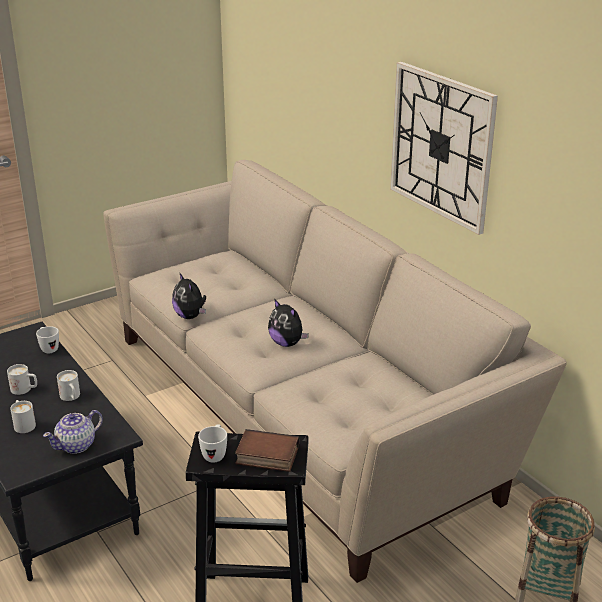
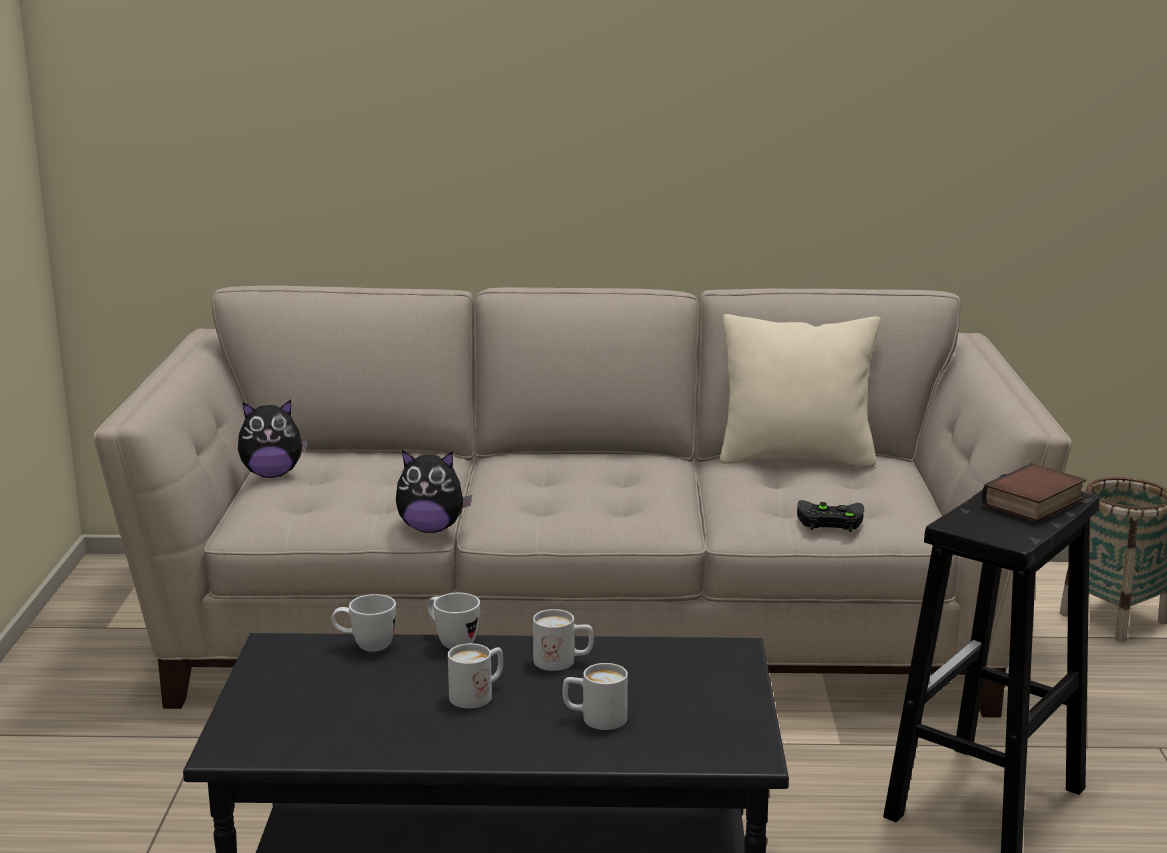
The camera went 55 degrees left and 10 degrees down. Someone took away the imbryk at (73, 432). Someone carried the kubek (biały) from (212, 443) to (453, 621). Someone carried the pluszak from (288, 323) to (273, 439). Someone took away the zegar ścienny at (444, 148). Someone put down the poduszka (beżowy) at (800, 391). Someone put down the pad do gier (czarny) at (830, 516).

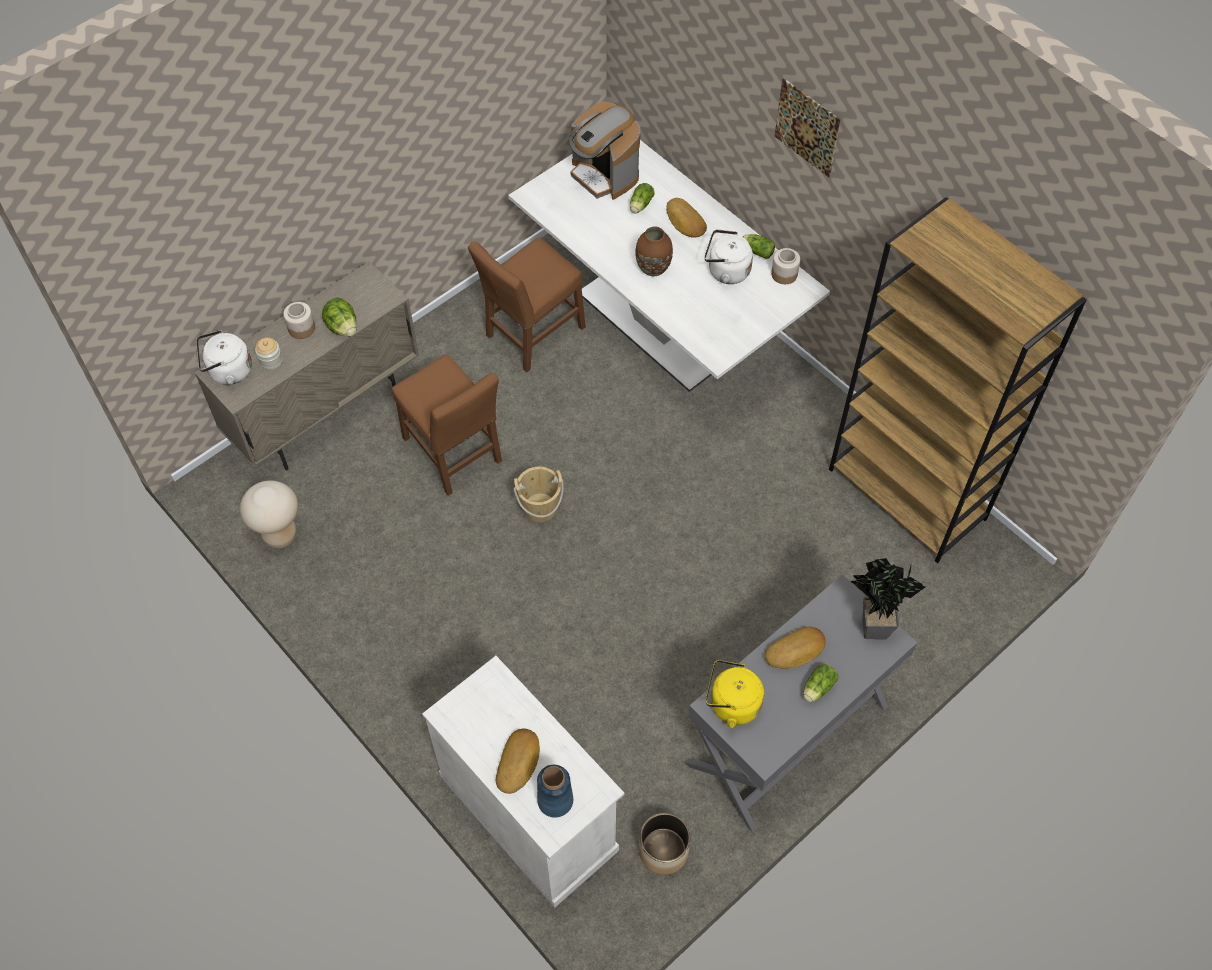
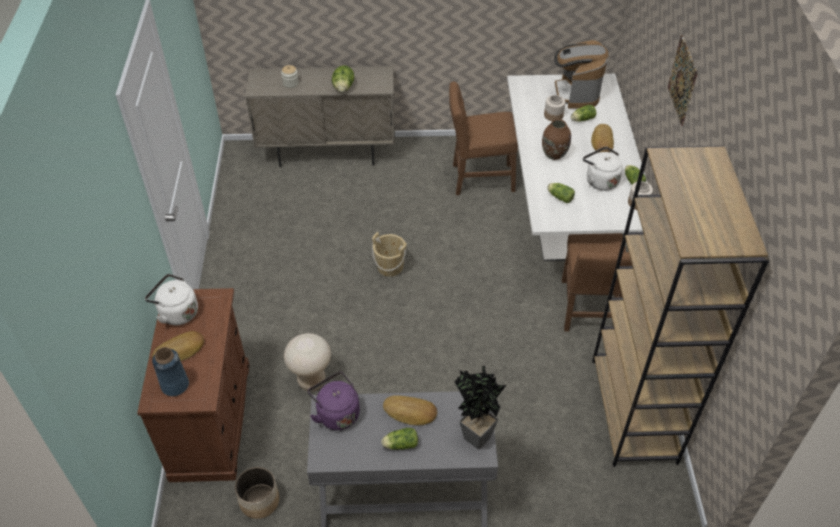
The camera went 40 degrees right and 10 degrees down. Someone carried the czajnik (biały) from (224, 357) to (171, 299). Someone carried the stołek (beżowy) from (269, 514) to (307, 362). Someone carried the słoik from (299, 320) to (554, 108). Someone carried the krzesło (brązowy) from (447, 425) to (597, 282). Someone repainted the szafka (biały) at (523, 782), which became the szafka (brązowy) at (193, 385). Someone repainted the czajnik (żółty) at (735, 694), which became the czajnik (fioletowy) at (334, 401). Someone put down the sałata at (561, 193).

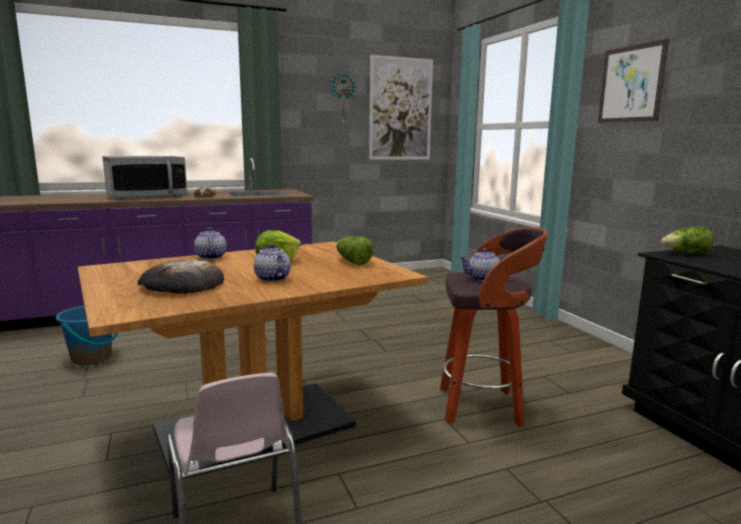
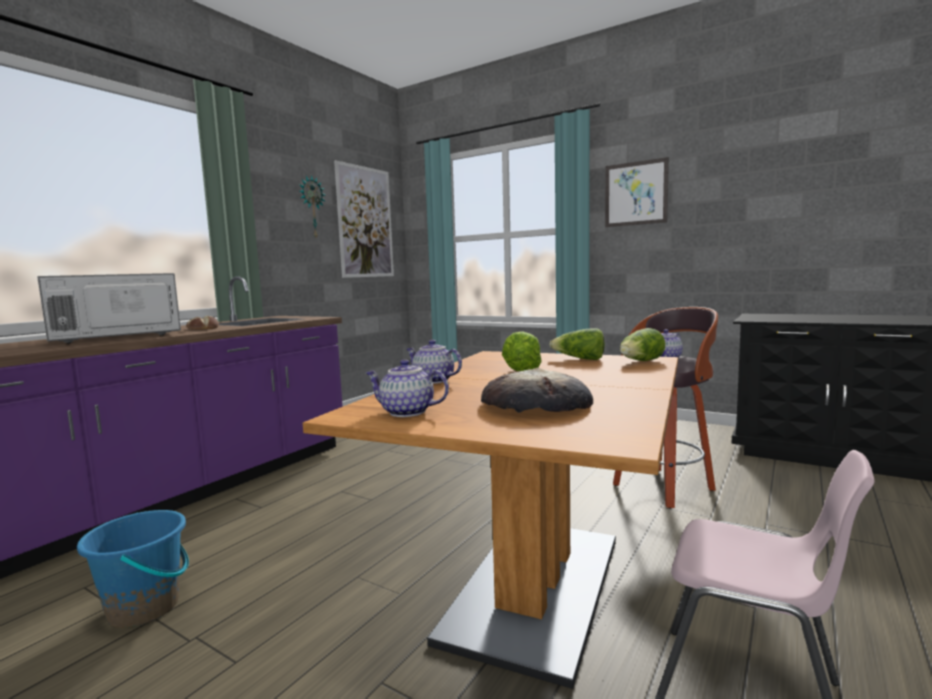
The camera went 35 degrees left and 5 degrees down. Someone rotated the mikrofalówka at (144, 178) by 150 degrees counterclockwise. Someone carried the imbryk from (272, 263) to (407, 388). Someone carried the sałata from (687, 240) to (642, 344).

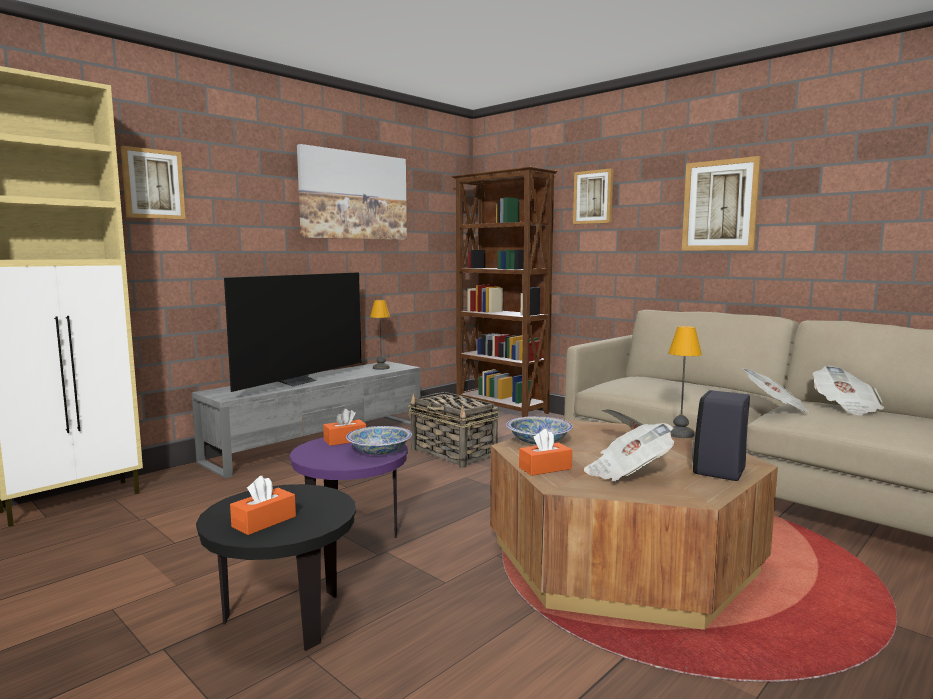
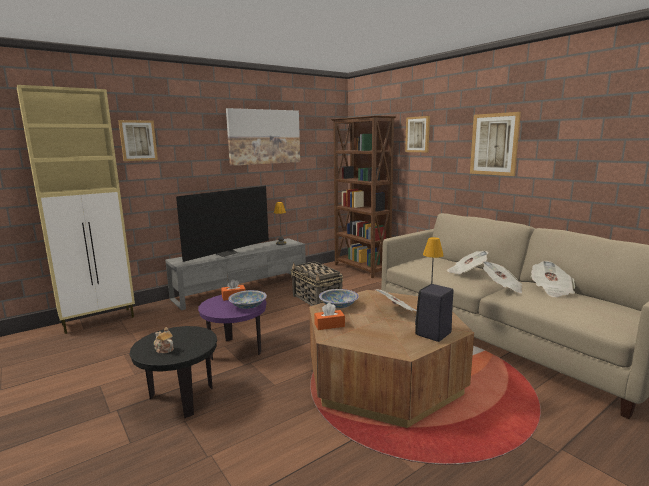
The camera went 10 degrees right and 5 degrees up. Someone swapped the pudełko chusteczek (pomarańczowy) at (263, 505) for the imbryk at (164, 340). Someone carried the gazeta from (629, 452) to (467, 263).

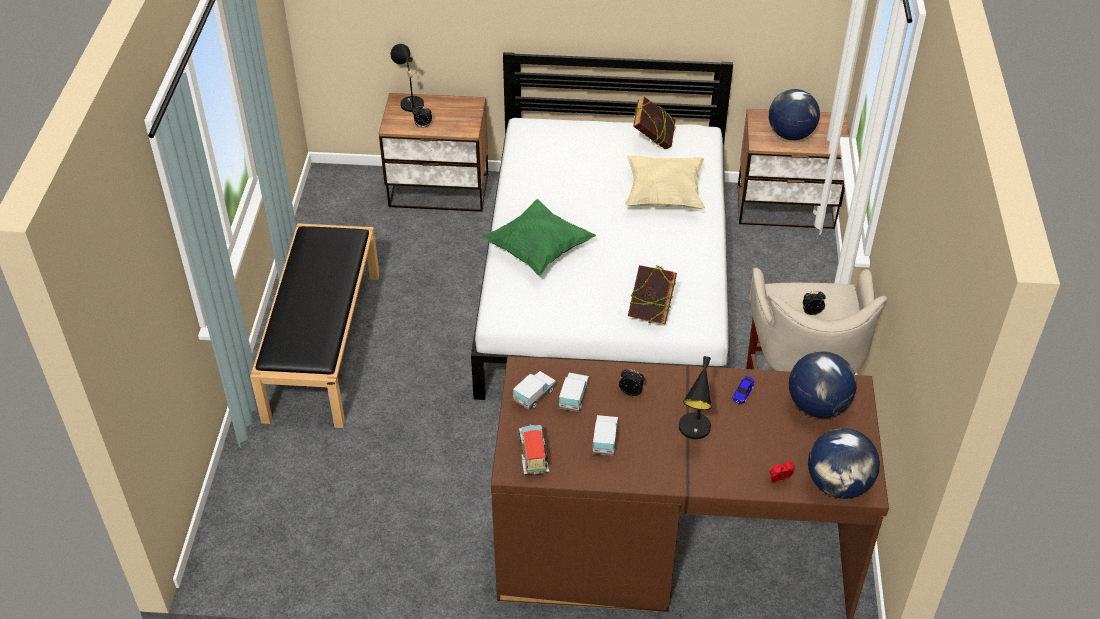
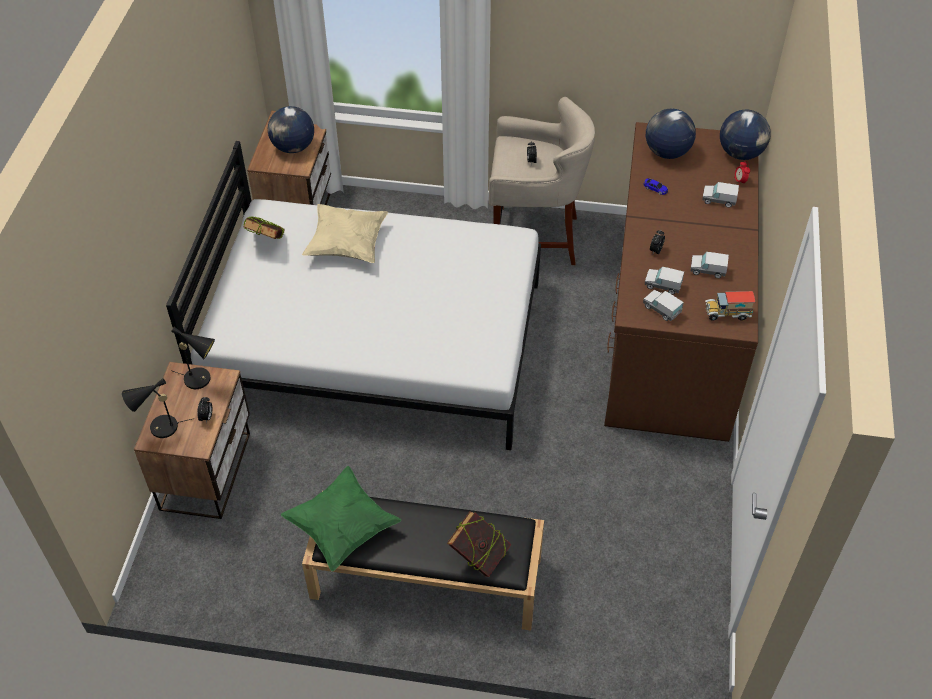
The camera went 85 degrees left and 5 degrees up. Someone carried the poduszka (zielony) from (539, 237) to (341, 519). Someone carried the książka from (652, 294) to (479, 544). Someone carried the lampa stołowa (czarny) from (695, 397) to (193, 358). Someone put down the ciężarówka zabawkowa at (721, 195).

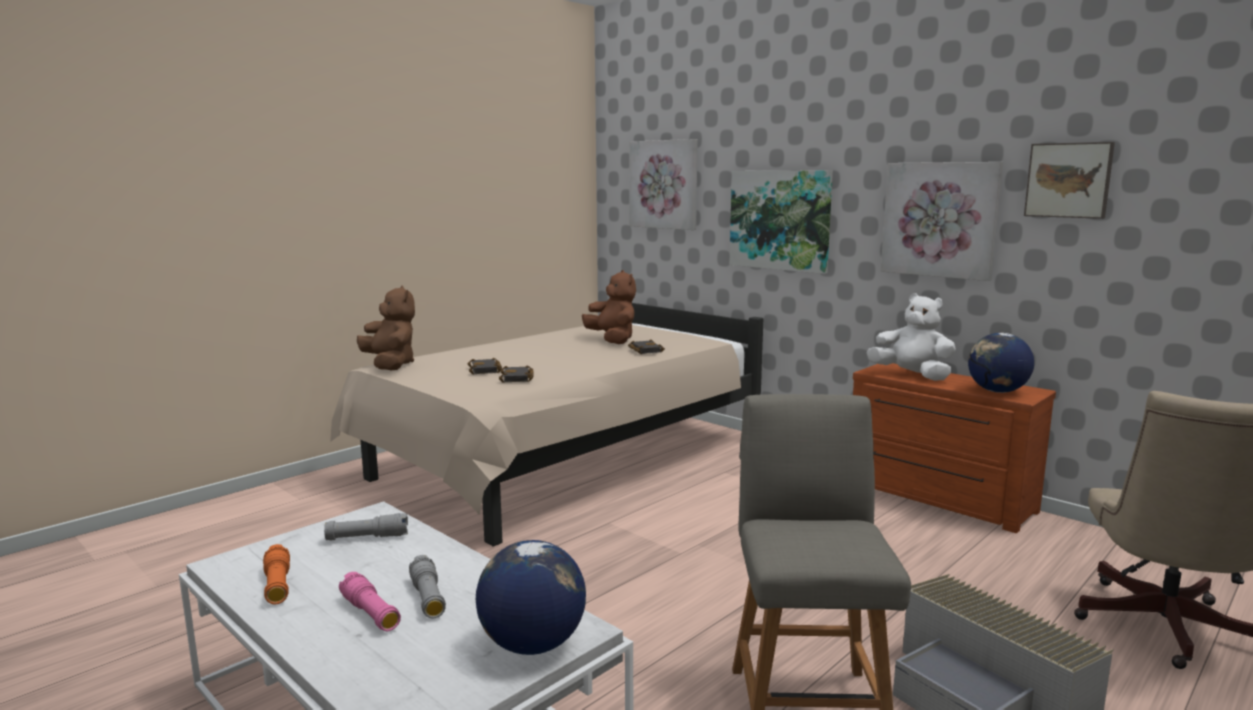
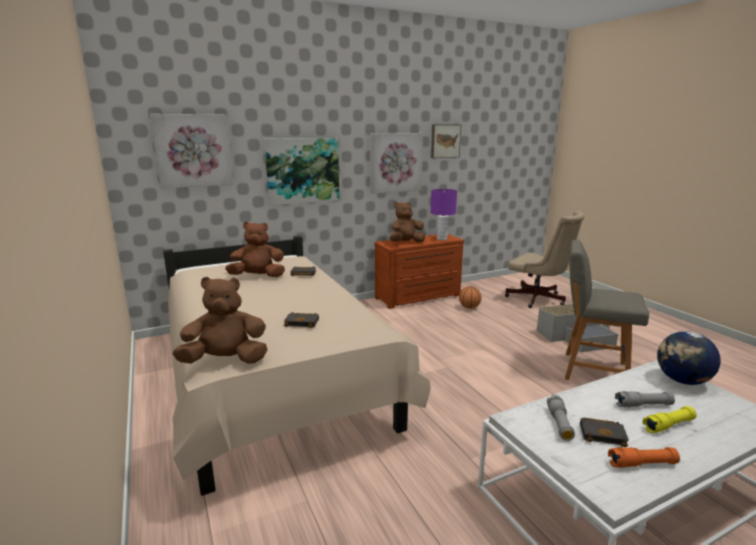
The camera went 70 degrees left and 5 degrees up. Someone repainted the latarka (różowy) at (370, 601), which became the latarka (żółty) at (669, 419). Someone carried the książka (czarny) from (516, 374) to (604, 432). Someone repainted the pluszak (biały) at (911, 337), which became the pluszak (brązowy) at (407, 222). Someone swapped the globus at (1001, 363) for the lampa stołowa (fioletowy) at (444, 214). Someone put down the piłka do koszykówki at (470, 297).

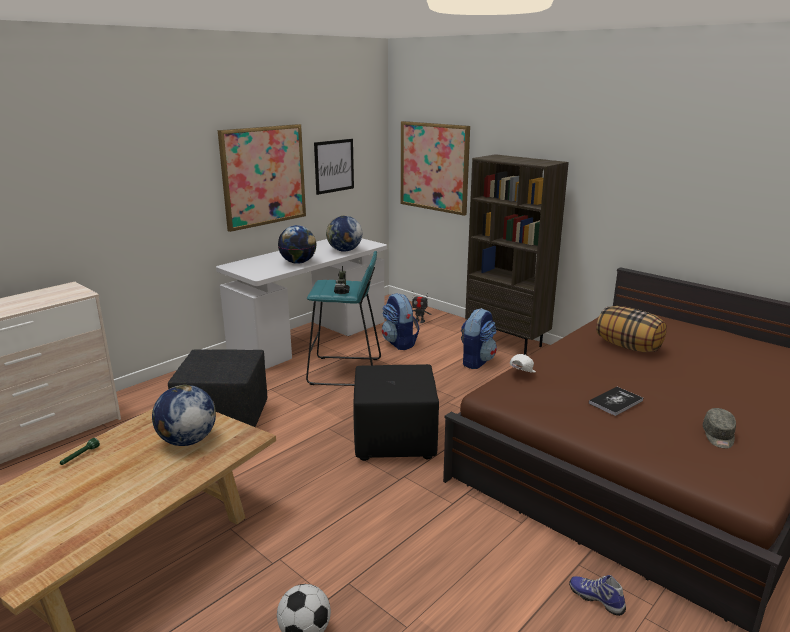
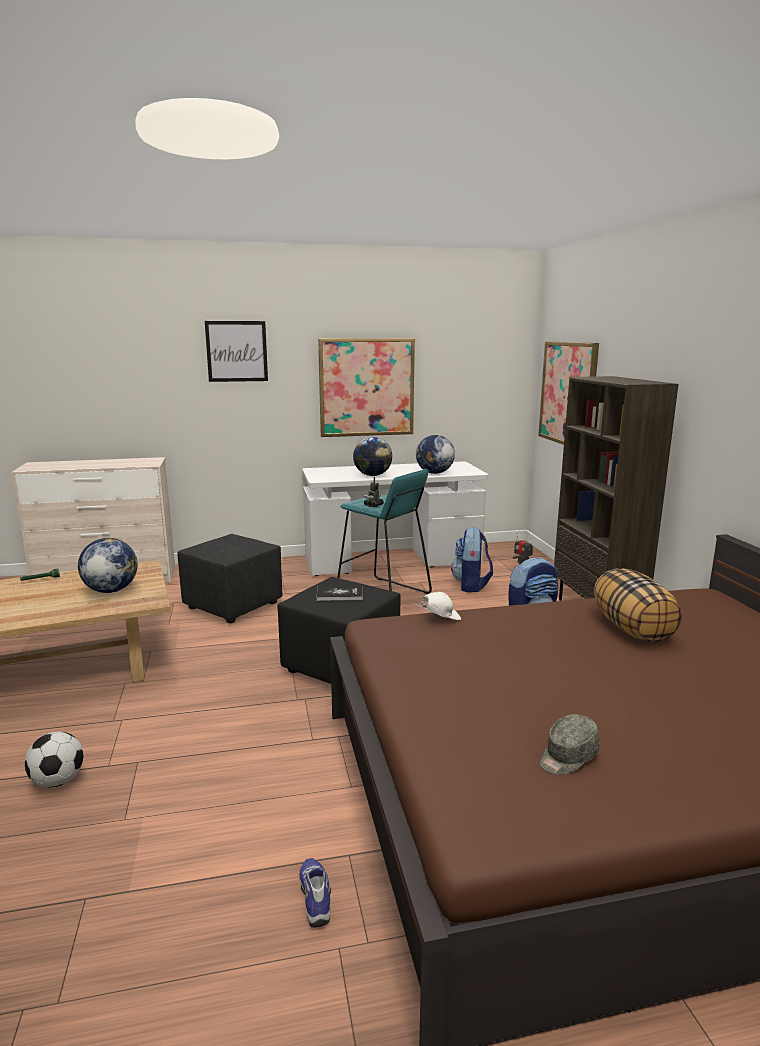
The camera went 35 degrees right and 5 degrees down. Someone carried the obraz from (334, 167) to (236, 351). Someone carried the książka from (616, 401) to (339, 593).

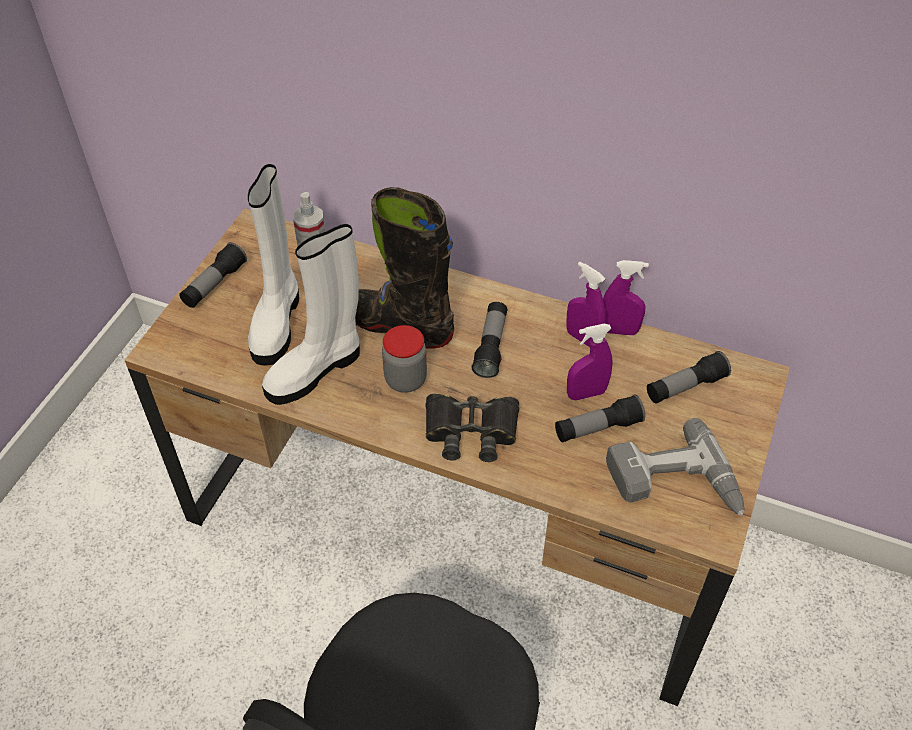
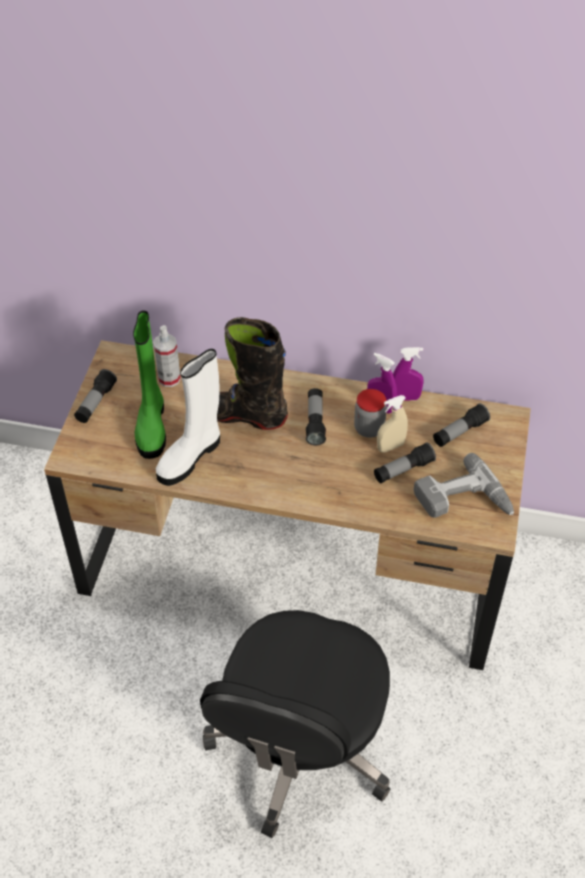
The camera went 10 degrees left and 0 degrees up. Someone repainted the but z cholewką (biały) at (273, 265), which became the but z cholewką (zielony) at (149, 385). Someone carried the słoik from (404, 359) to (370, 413). Someone took away the lornetka (czarny) at (472, 427). Someone repainted the spryskiwacz (fioletowy) at (590, 362), which became the spryskiwacz (beżowy) at (392, 424).

